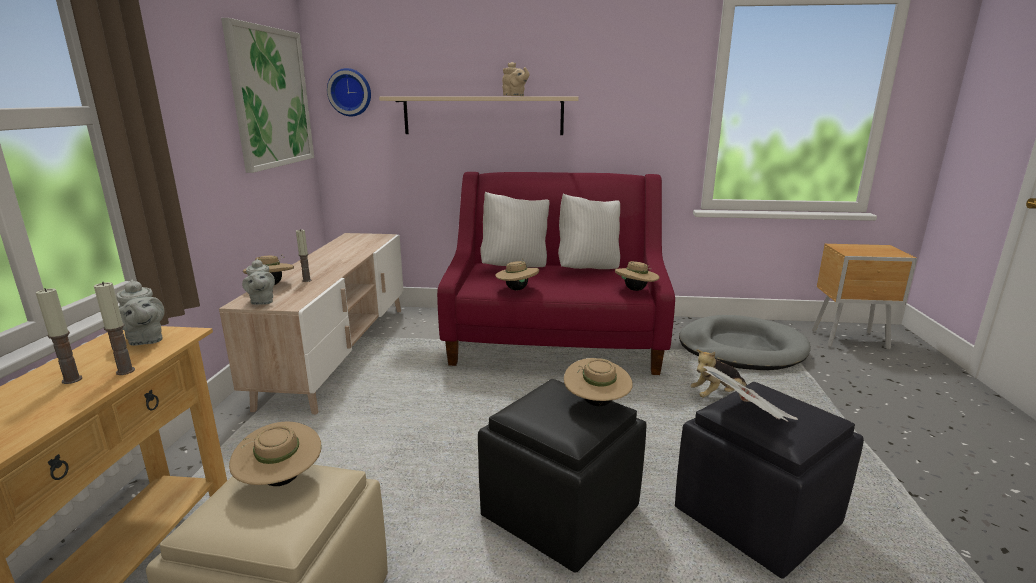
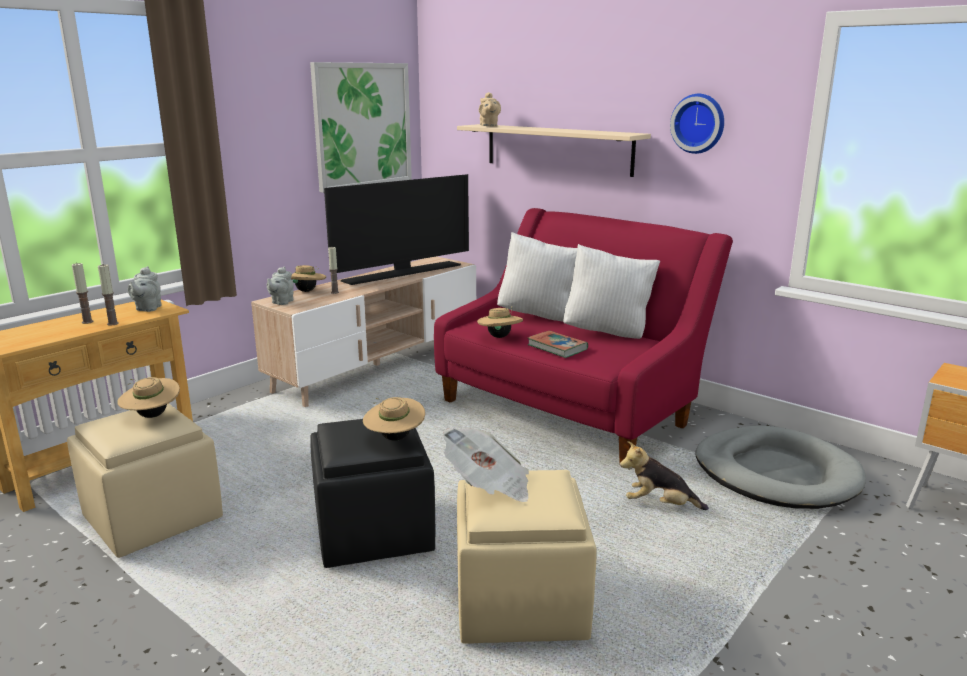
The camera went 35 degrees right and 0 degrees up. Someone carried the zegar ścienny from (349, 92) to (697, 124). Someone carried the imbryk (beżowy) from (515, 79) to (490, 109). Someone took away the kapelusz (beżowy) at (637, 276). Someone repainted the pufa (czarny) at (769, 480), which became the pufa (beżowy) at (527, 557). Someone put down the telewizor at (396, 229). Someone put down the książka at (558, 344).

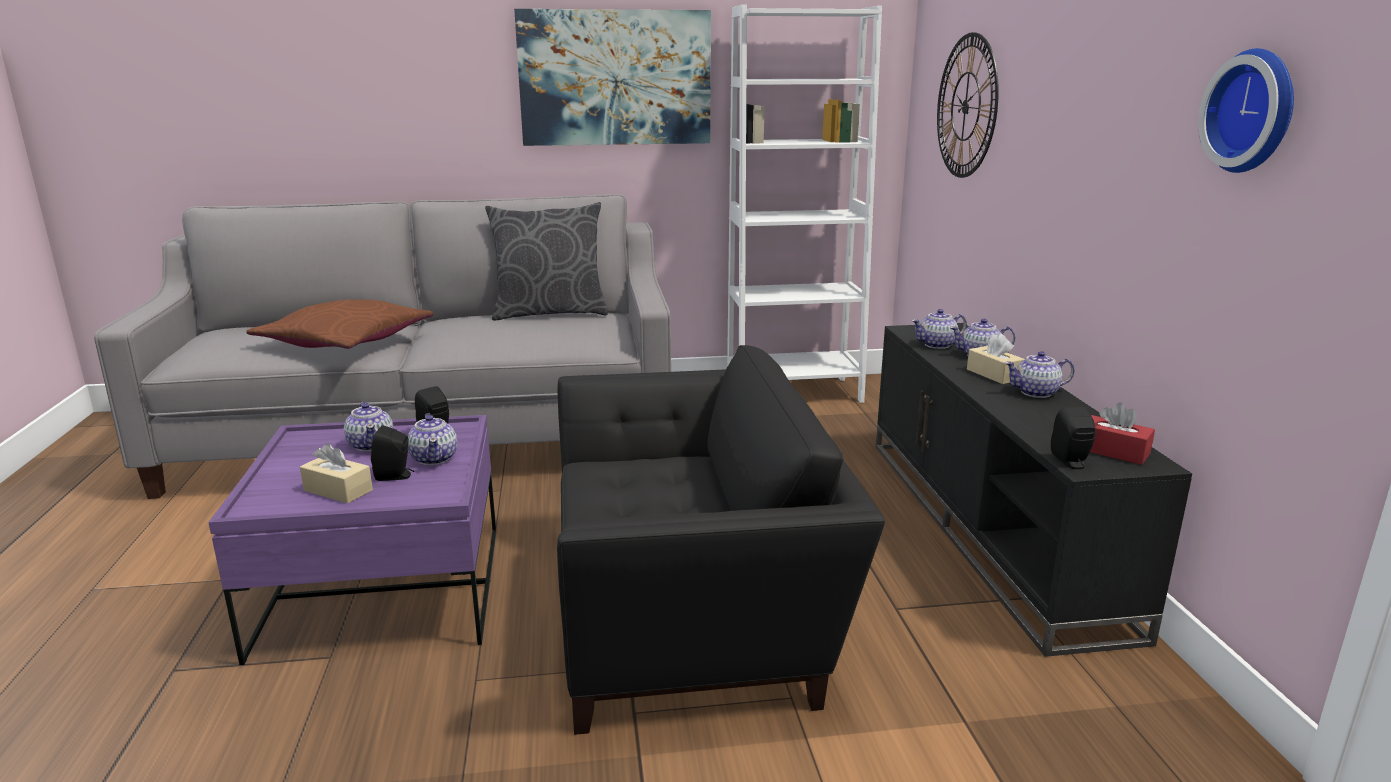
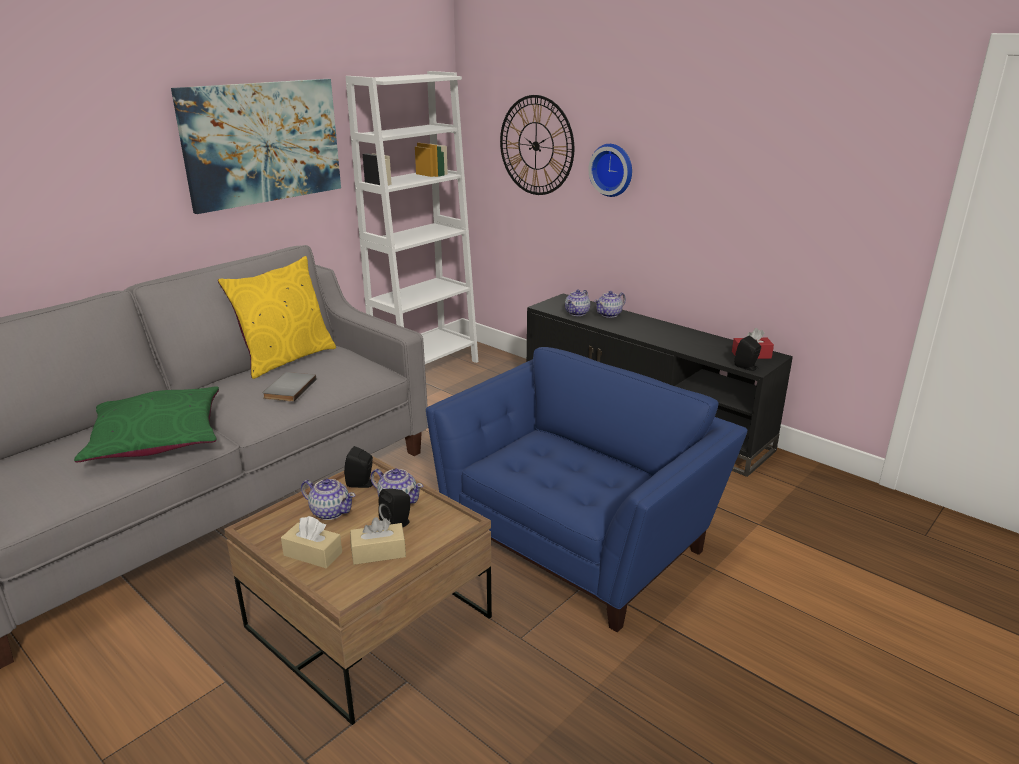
The camera went 40 degrees left and 5 degrees up. Someone repainted the ława (fioletowy) at (352, 540), which became the ława (brązowy) at (358, 590). Someone repainted the poduszka (brązowy) at (339, 324), which became the poduszka (zielony) at (146, 424). Someone repainted the poduszka (szary) at (546, 261), which became the poduszka (żółty) at (277, 317). Someone repainted the fotel (czarny) at (721, 540), which became the fotel (niebieski) at (587, 490). Someone carried the pudełko chusteczek (beżowy) from (996, 358) to (311, 542). Someone took away the imbryk at (1040, 374). Someone carried the zegar ścienny from (1246, 110) to (610, 170). Someone put down the książka (szary) at (289, 387).

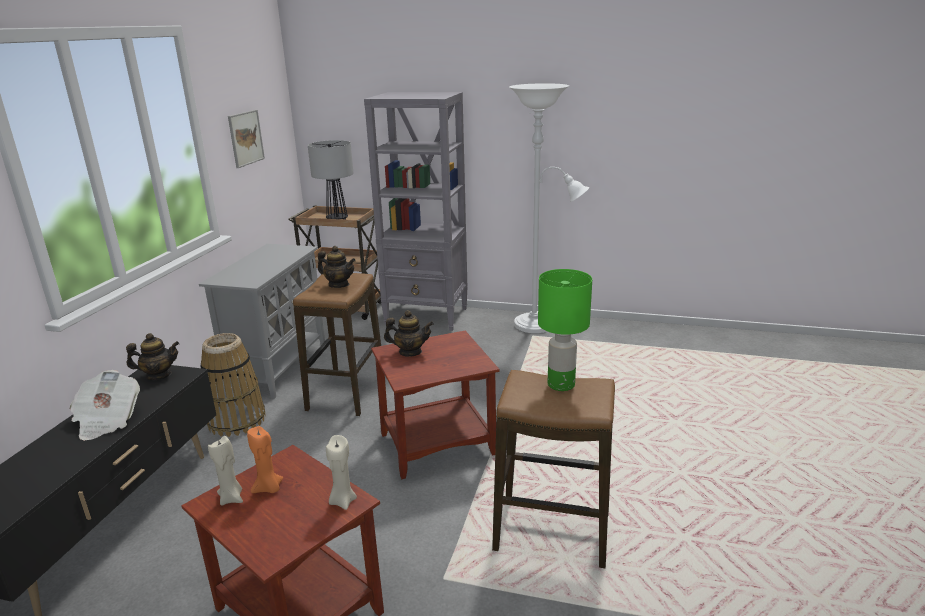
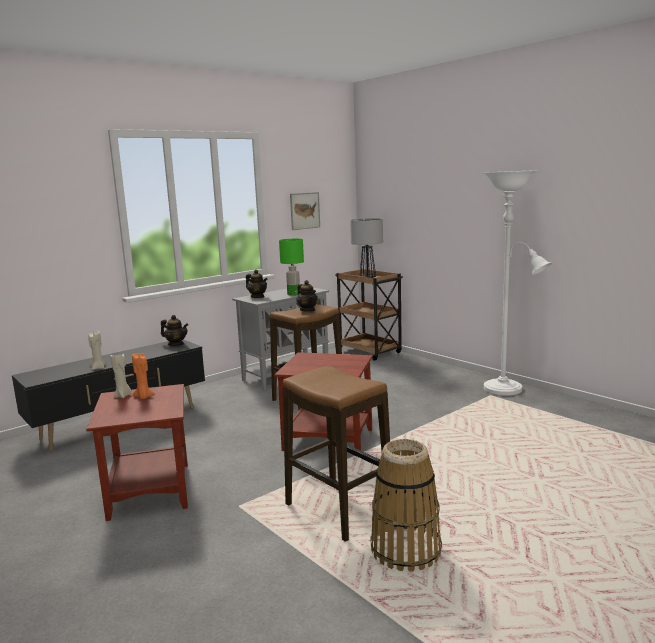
The camera went 35 degrees right and 10 degrees down. Someone took away the gazeta at (105, 405). Someone carried the koszyk from (233, 385) to (406, 505). Someone carried the świeca (beżowy) from (341, 472) to (97, 350). Someone took away the regał (szary) at (416, 211). Someone carried the imbryk from (409, 333) to (257, 284). Someone carried the lampa stołowa (zielony) from (565, 330) to (291, 267).

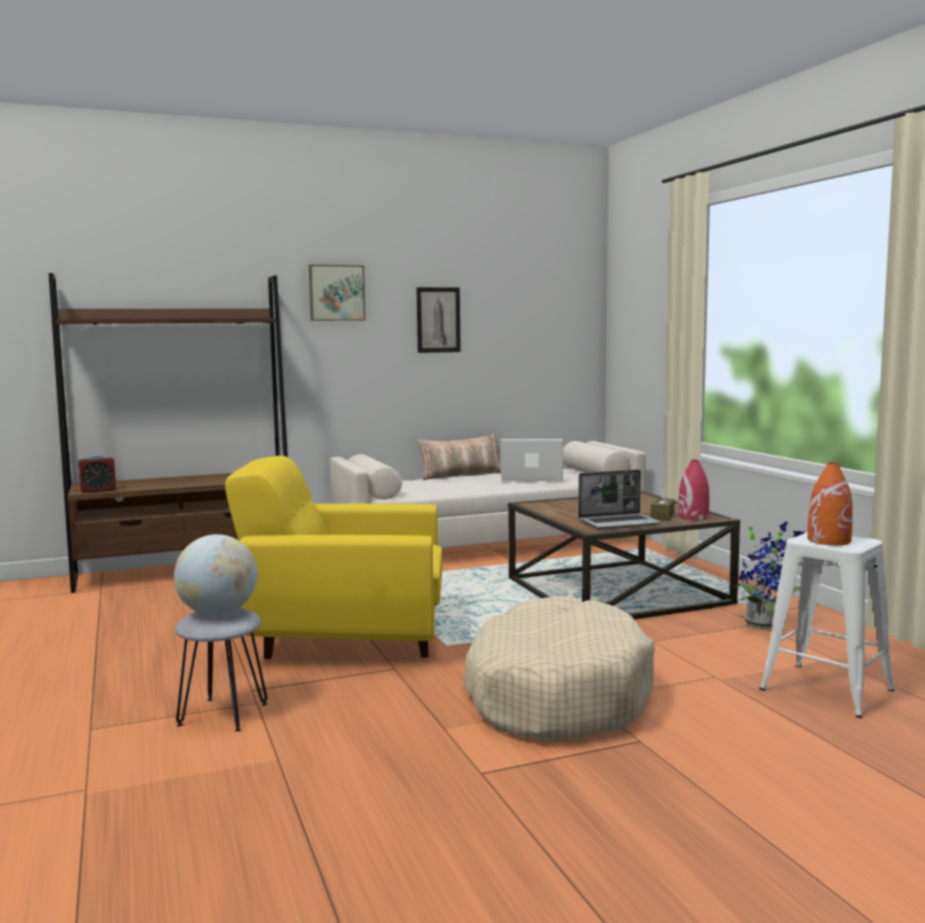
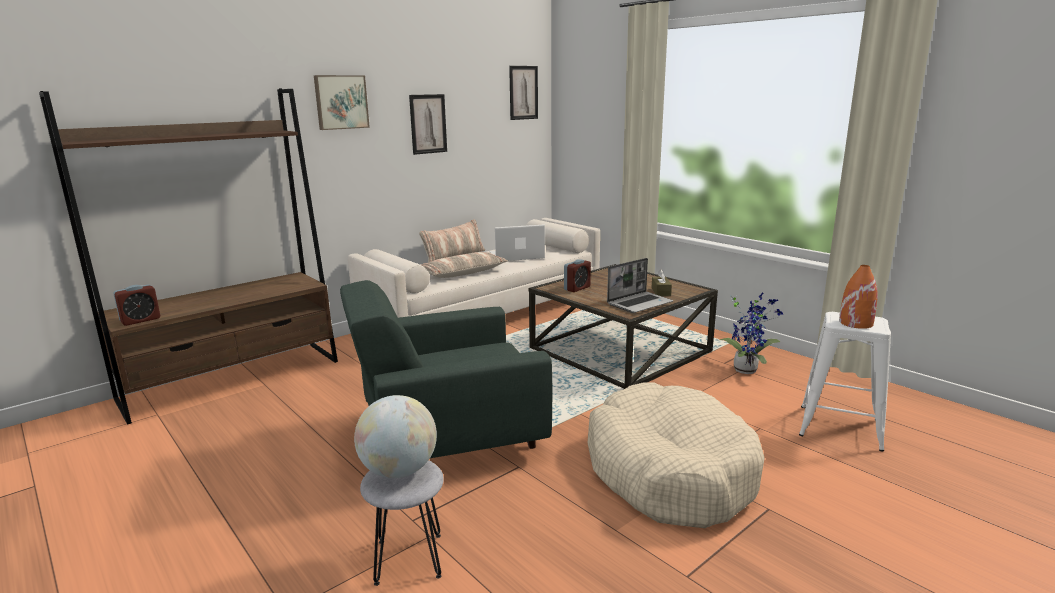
The camera went 20 degrees left and 10 degrees up. Someone repainted the fotel (żółty) at (333, 557), which became the fotel (zielony) at (446, 369). Someone took away the wazon (czerwony) at (694, 490). Someone put down the poduszka at (464, 265). Someone put up the obraz at (523, 93). Someone put down the budzik at (577, 275).

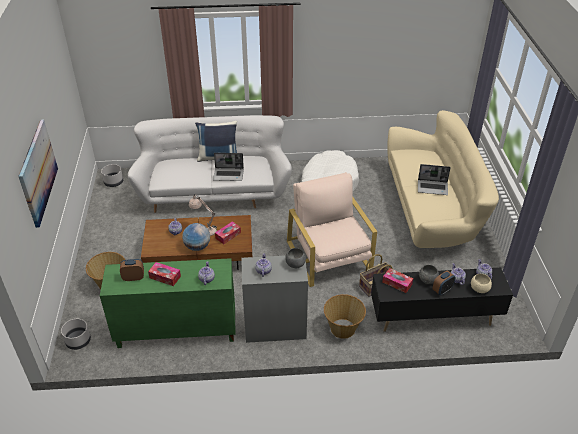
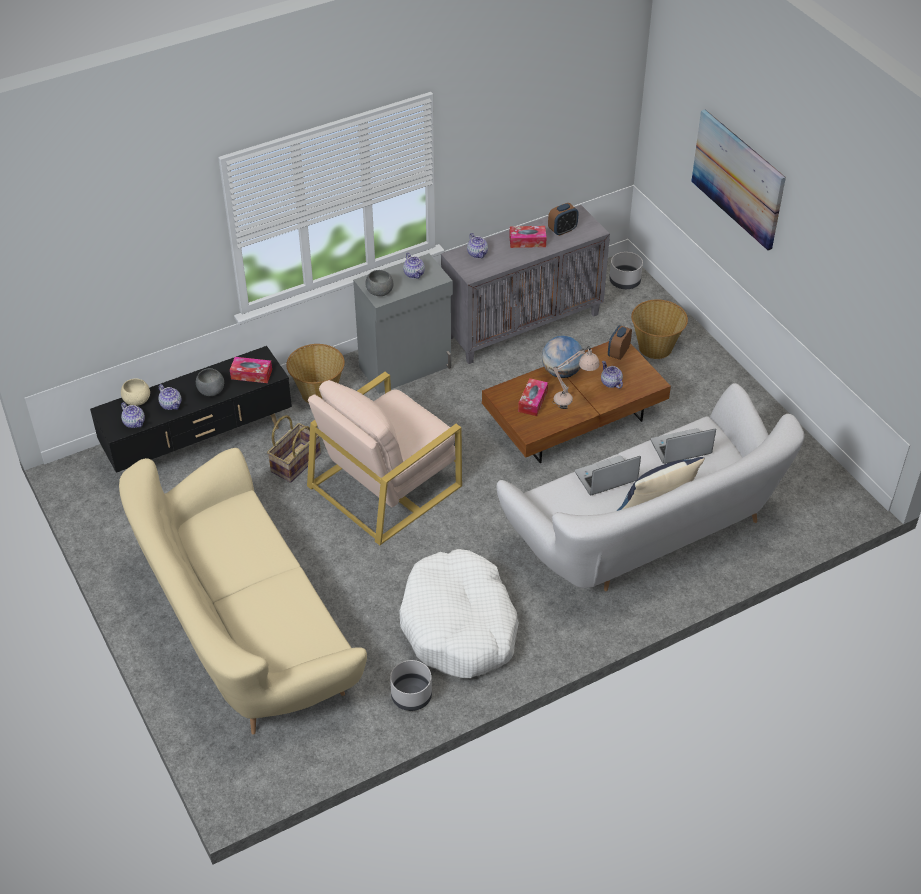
The camera went 155 degrees right and 5 degrees up. Someone repainted the szafka (zielony) at (167, 303), which became the szafka (szary) at (525, 284). Someone carried the donica (szary) from (112, 175) to (411, 685). Someone rotated the fotel (beżowy) at (332, 229) by 90 degrees clockwise. Someone carried the laptop from (434, 179) to (683, 446). Someone carried the budzik from (444, 283) to (620, 342).

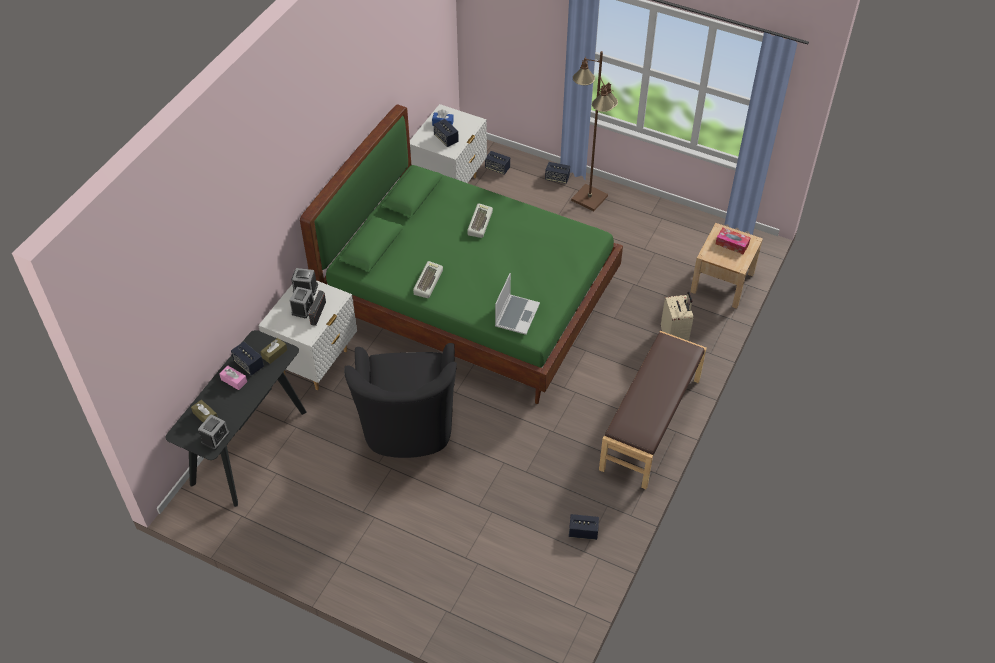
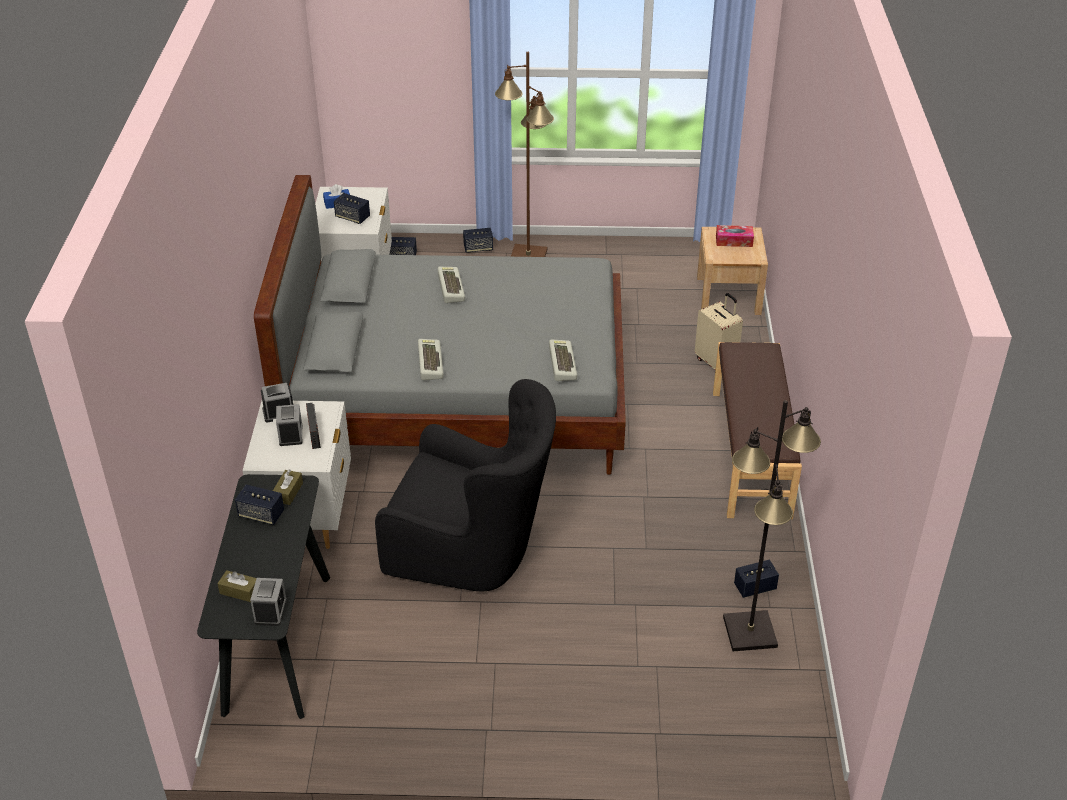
The camera went 25 degrees left and 10 degrees down. Someone took away the pudełko chusteczek (różowy) at (233, 378). Someone repainted the łóżko (zielony) at (461, 254), which became the łóżko (szary) at (440, 325). Someone rotated the fotel (czarny) at (400, 400) by 45 degrees counterclockwise. Someone swapped the laptop at (517, 304) for the klawiatura at (563, 360). Someone put down the lampa stojąca (czarny) at (772, 525).

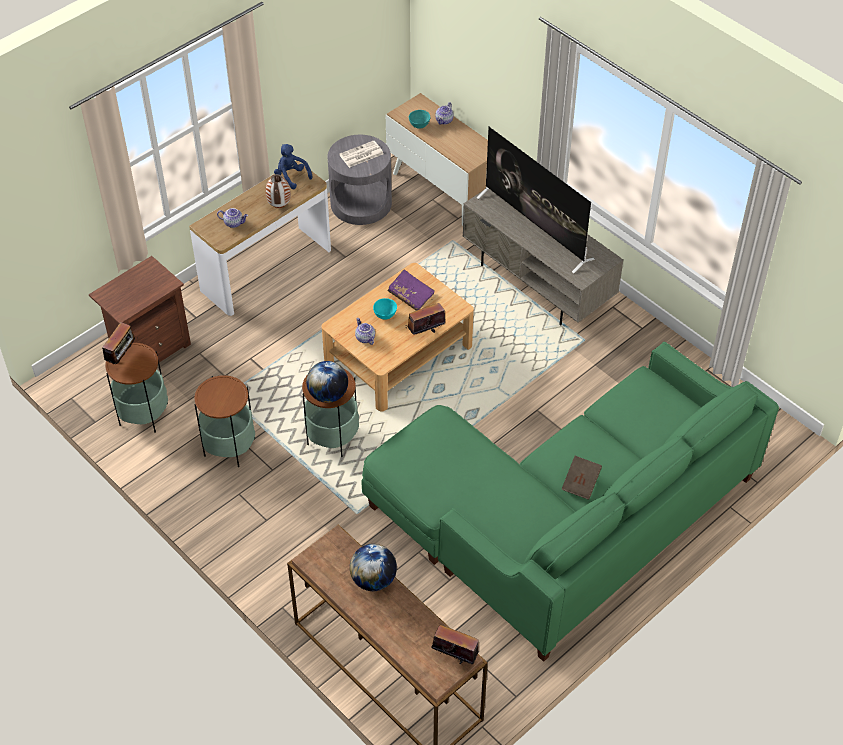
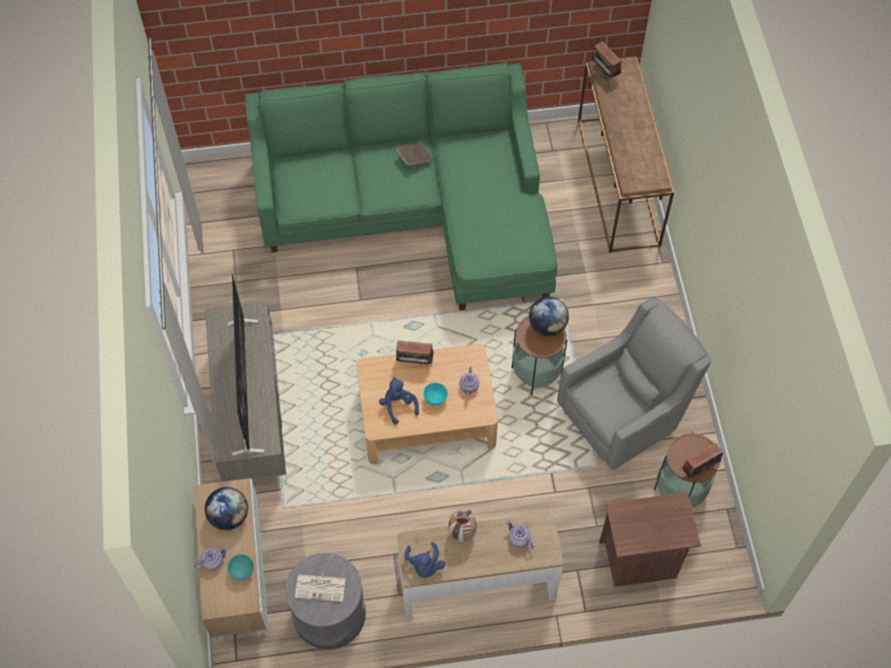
The camera went 145 degrees left and 10 degrees up. Someone swapped the stolik at (224, 421) for the fotel (szary) at (634, 384). Someone carried the globus from (373, 567) to (226, 508). Someone swapped the książka (fioletowy) at (411, 290) for the pluszak (niebieski) at (399, 401).

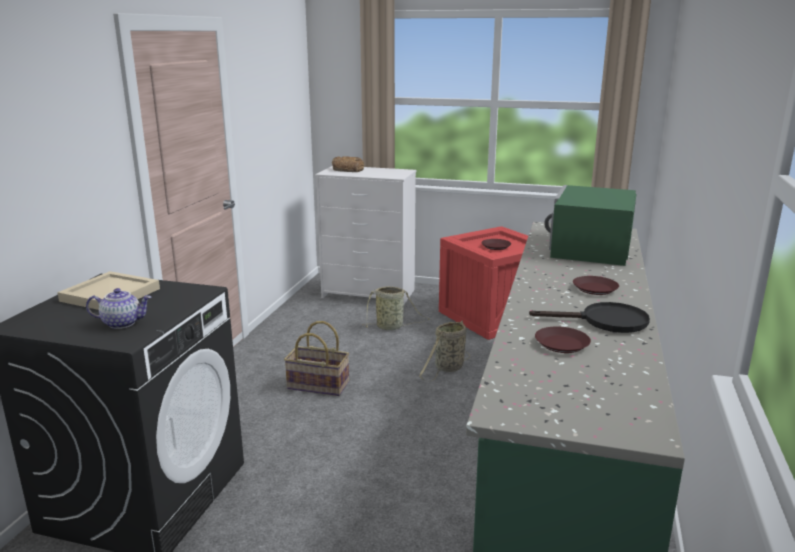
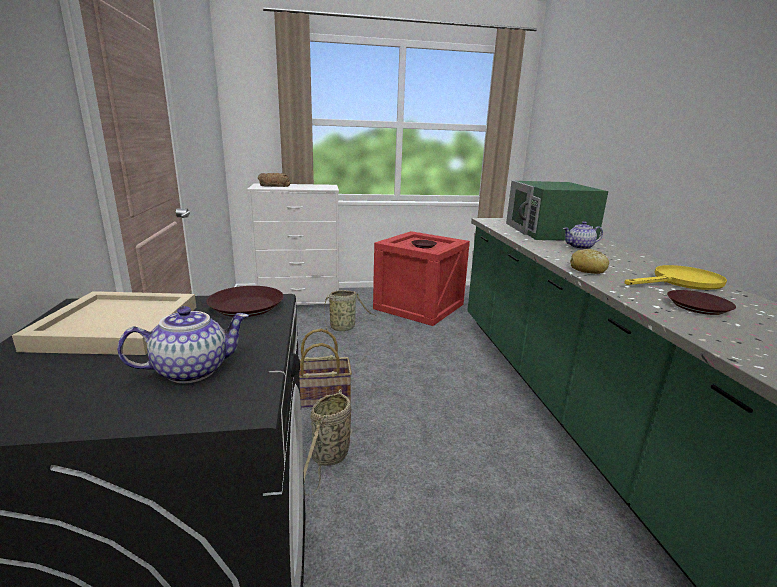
The camera went 25 degrees left and 0 degrees up. Someone carried the koszyk from (444, 351) to (328, 442). Someone repainted the patelnia (czarny) at (589, 317), which became the patelnia (żółty) at (676, 277). Someone carried the talerz (brązowy) from (596, 285) to (245, 301). Someone put down the imbryk at (583, 235). Someone put down the chleb at (589, 261).

